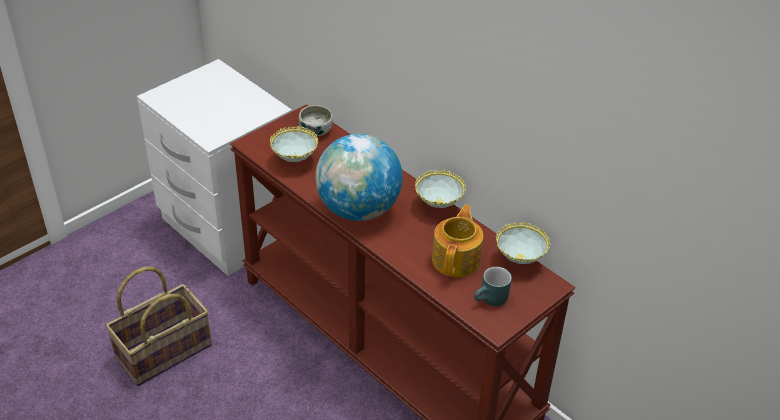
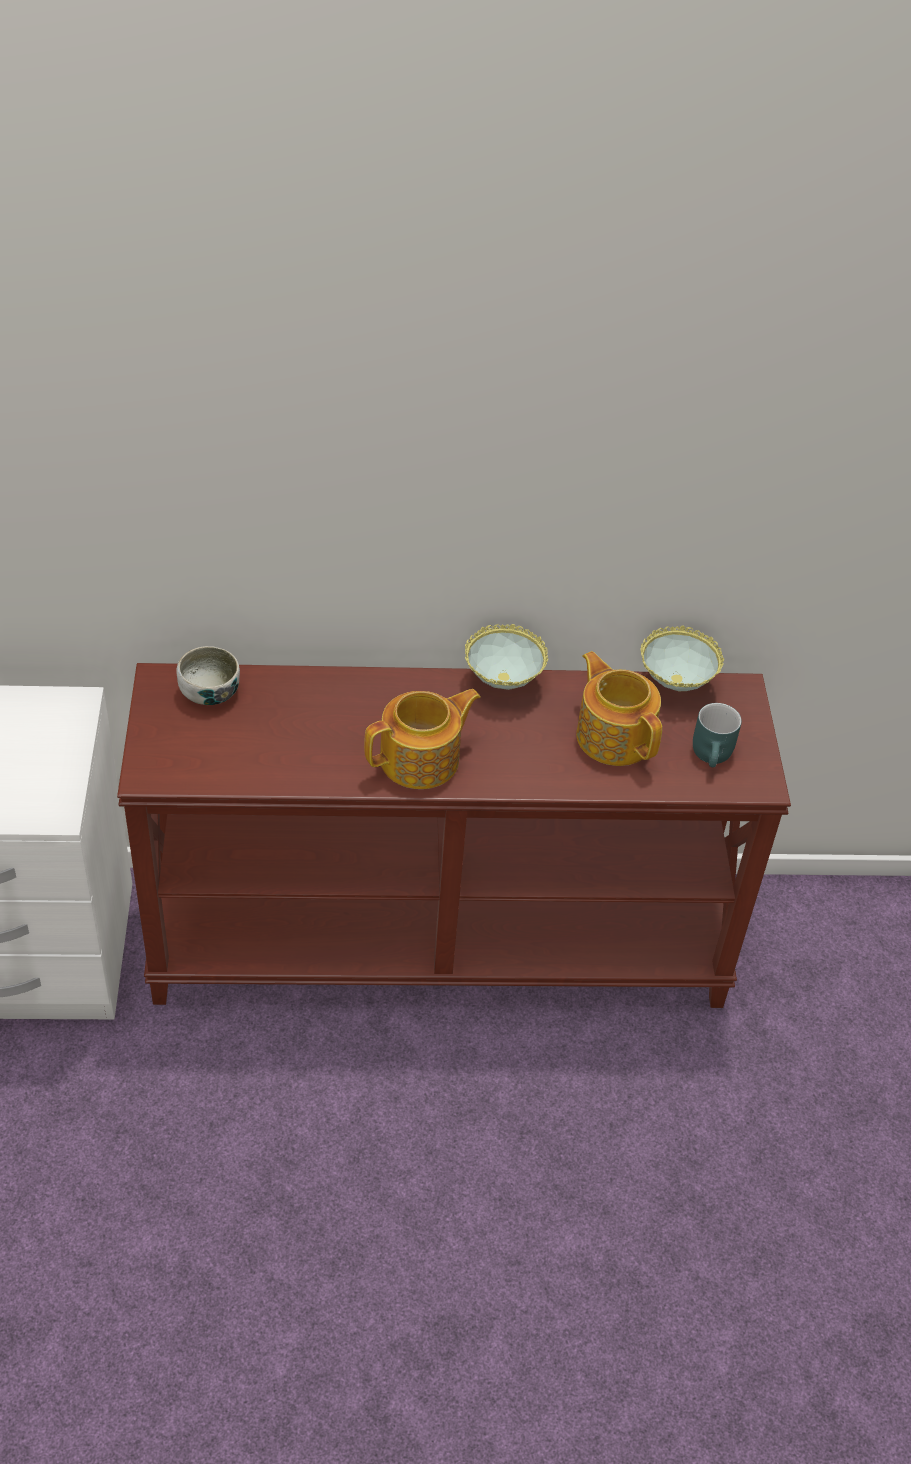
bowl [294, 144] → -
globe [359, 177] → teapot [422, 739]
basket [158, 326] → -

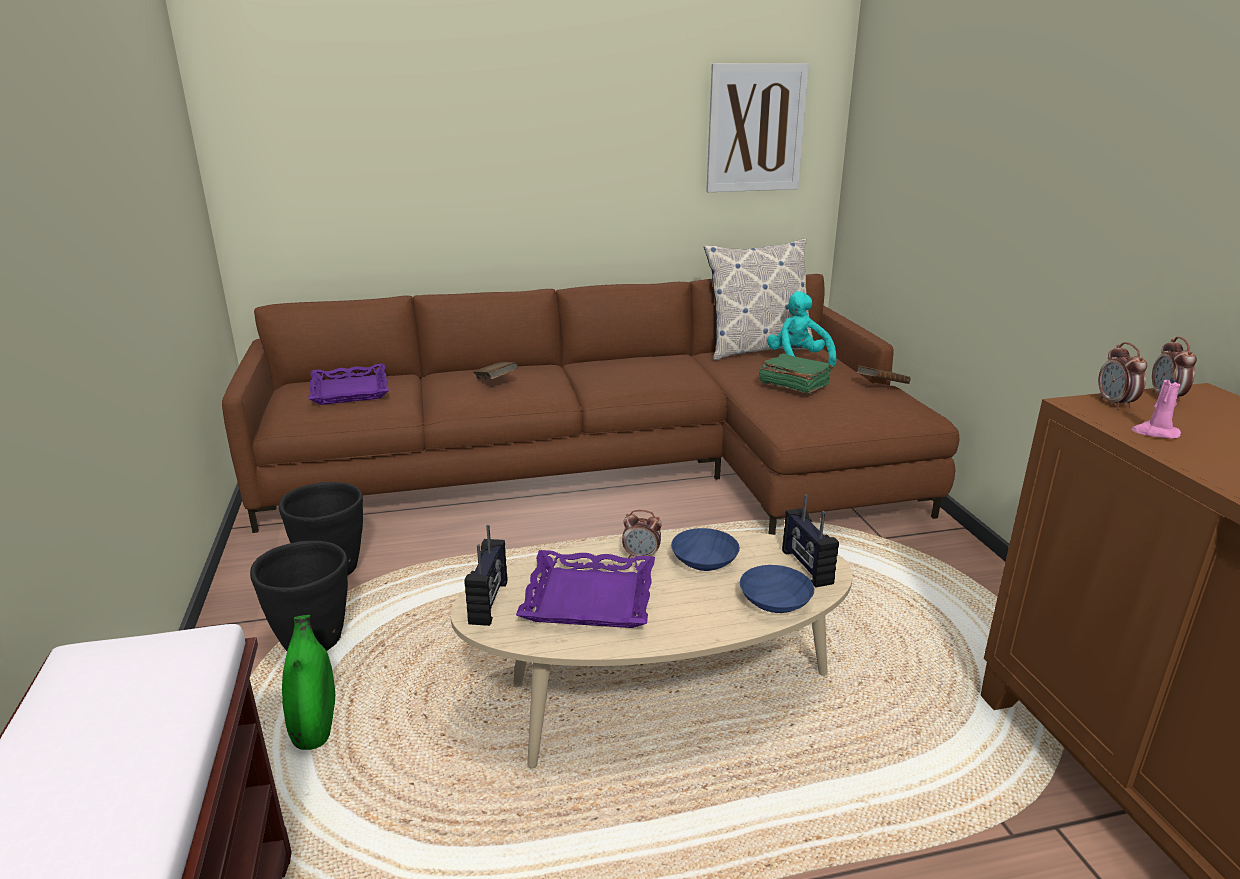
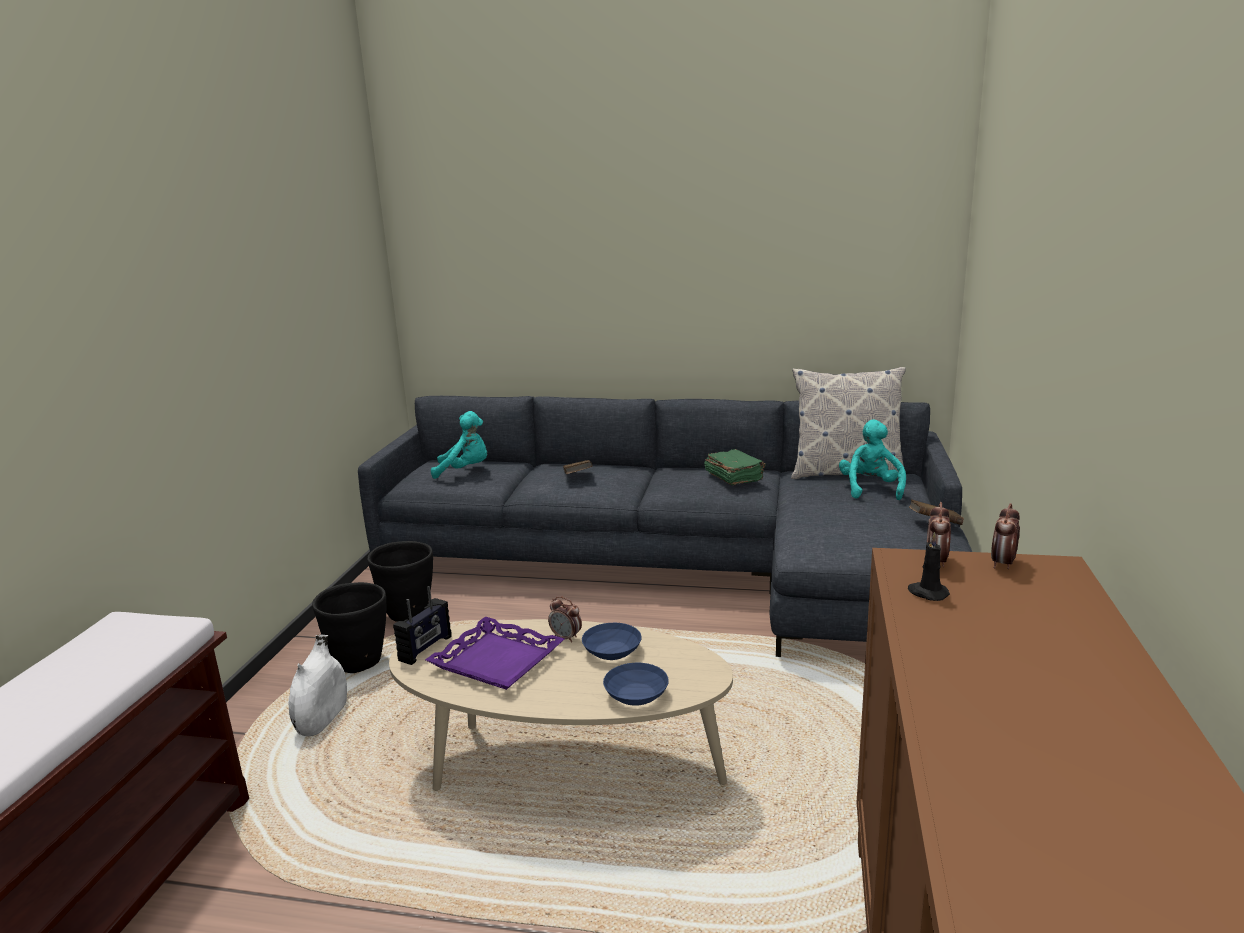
picture [757, 127] → -
brown_sofa [591, 404] → grey_sofa [665, 526]
green_book [796, 373] → green_book [735, 467], move
purple_tray [348, 384] → turquoise_plush_toy [459, 445]
pink_candle [1156, 404] → black_candle [929, 566]
radio [810, 540] → -
green_vase [308, 682] → white_vase [318, 685]

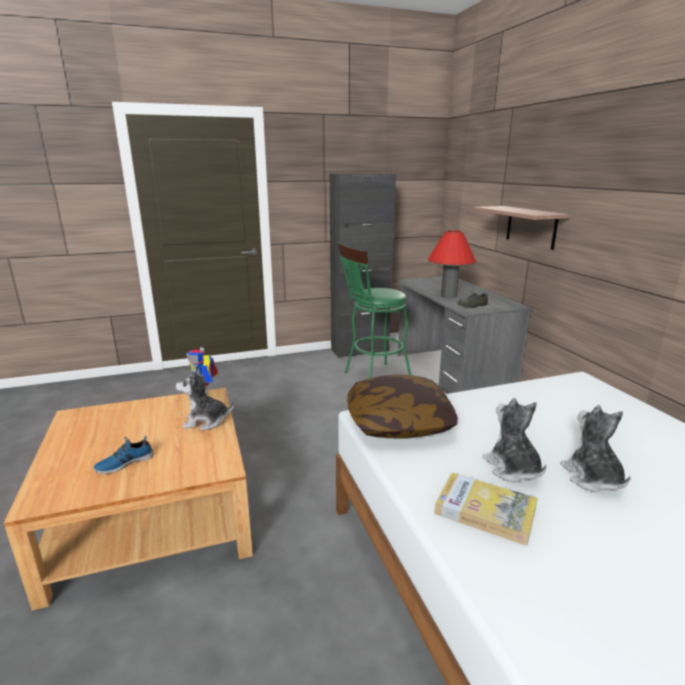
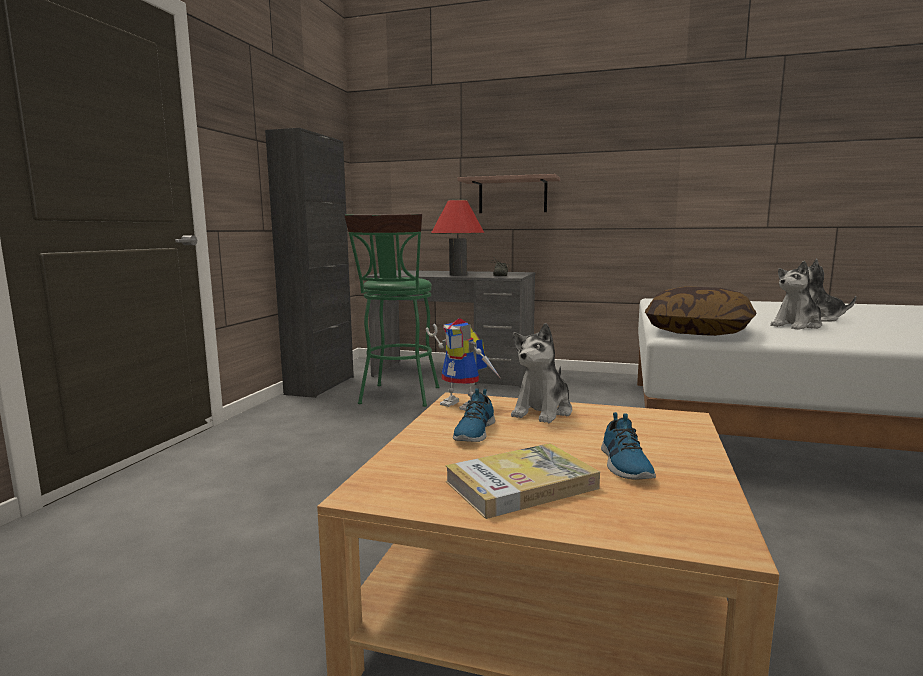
plush_toy [515, 440] → plush_toy [796, 295], 45 degrees counterclockwise
book [486, 509] → book [522, 481], move
- → shoe [474, 415]

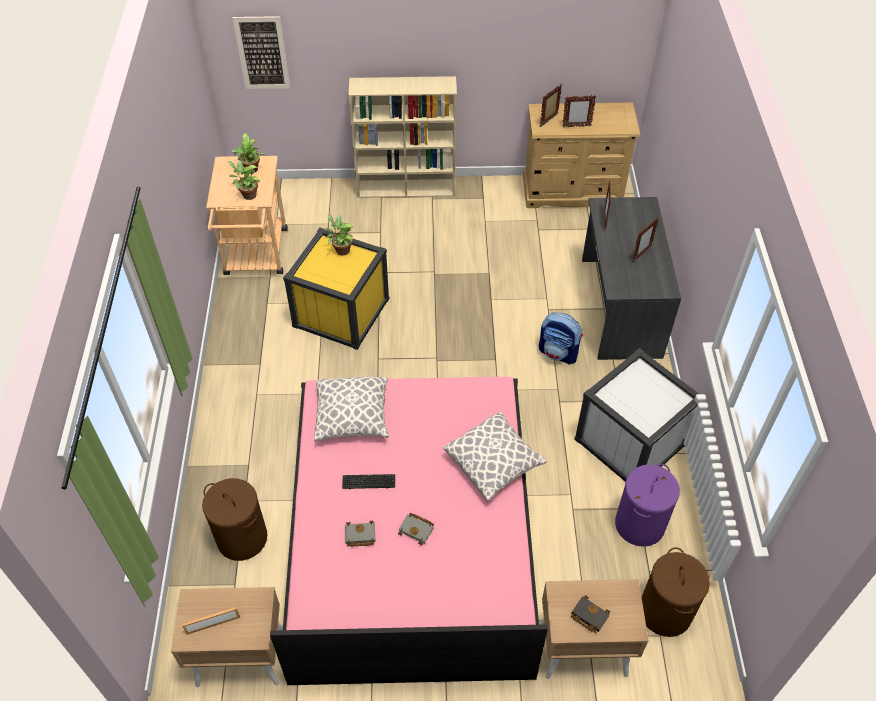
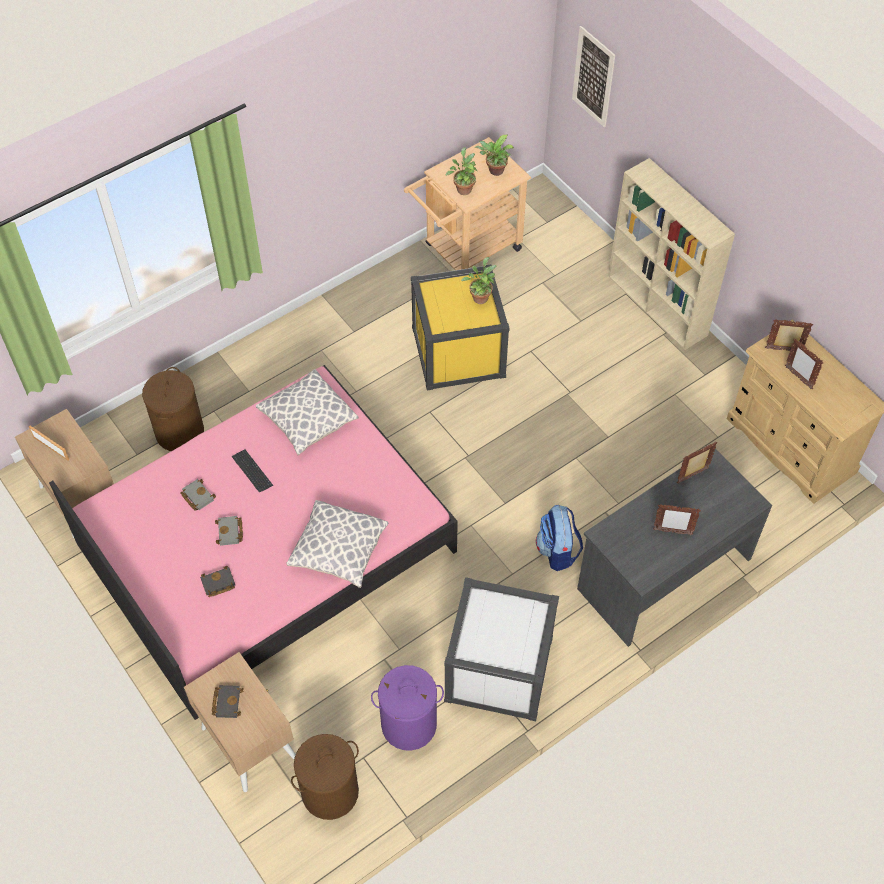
- → black_book [217, 581]

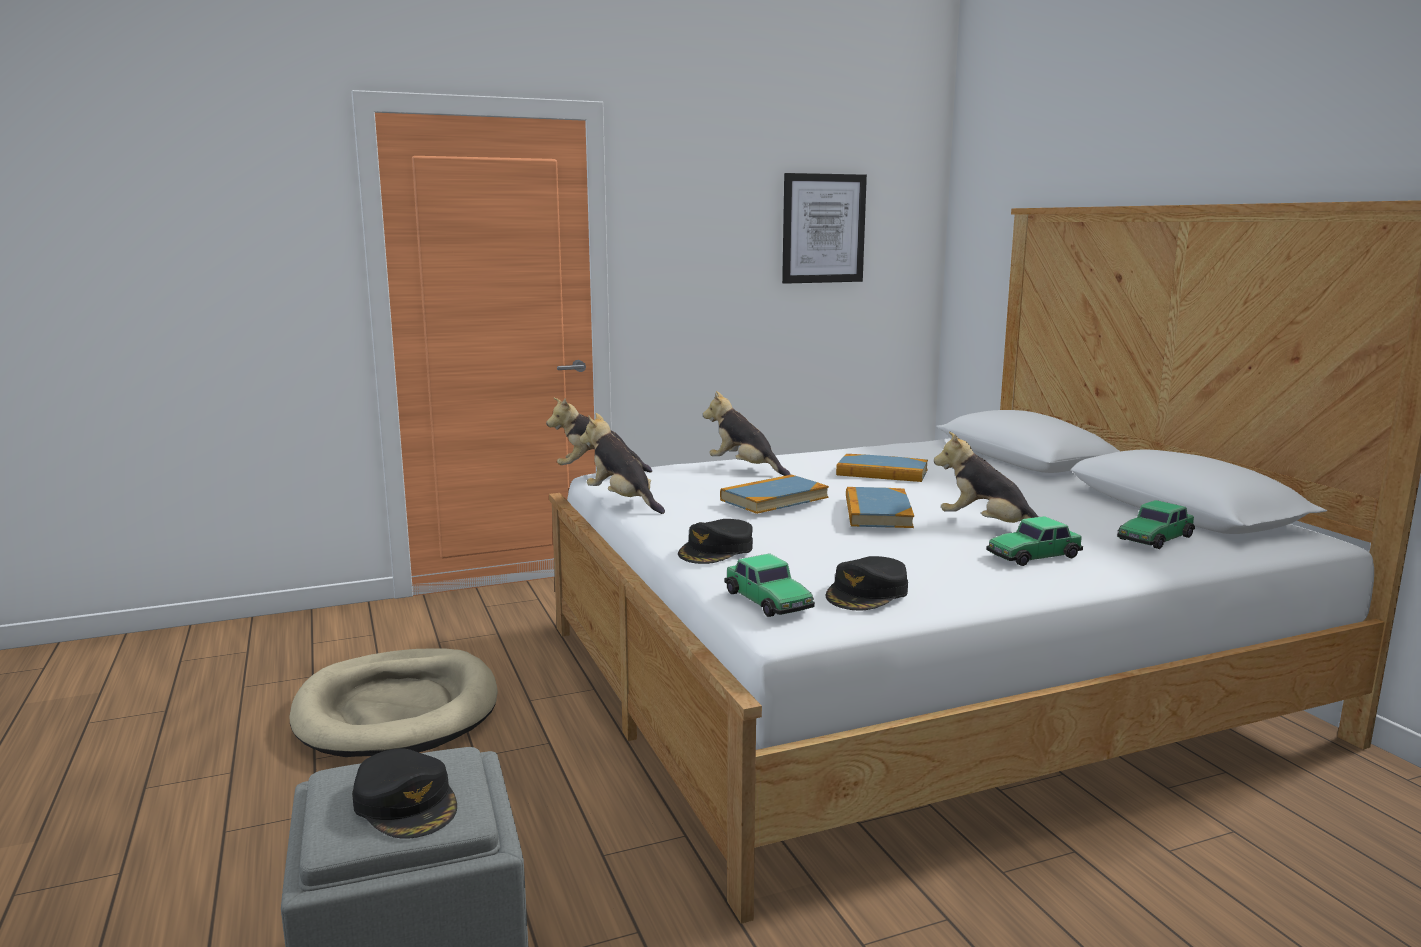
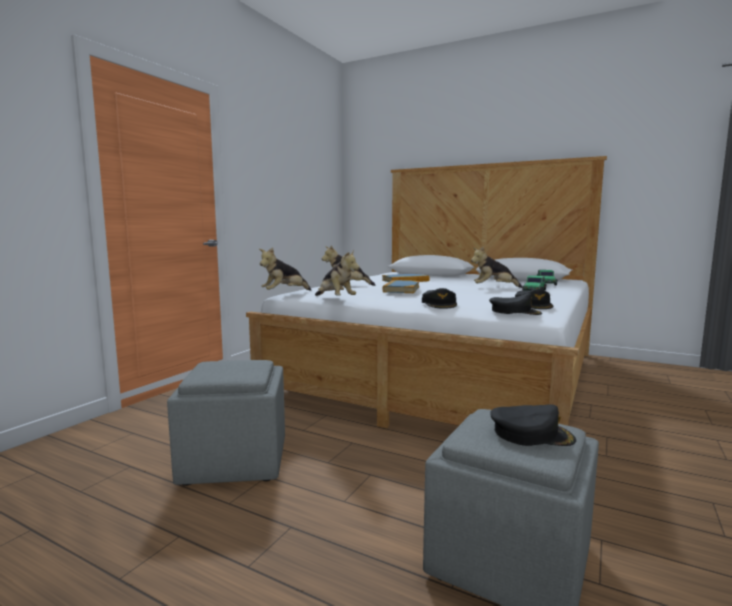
picture [824, 228] → -
plush_toy [622, 463] → plush_toy [337, 273], 135 degrees counterclockwise
book [880, 507] → -
toy_car [769, 585] → black_cap [515, 304]
beige_dog_bed [393, 702] → grey_ottoman [226, 423]

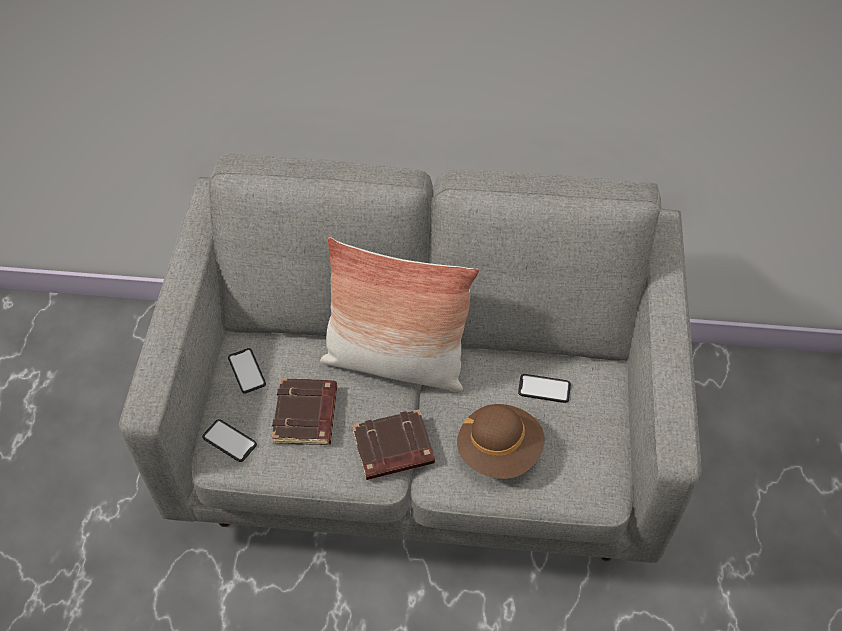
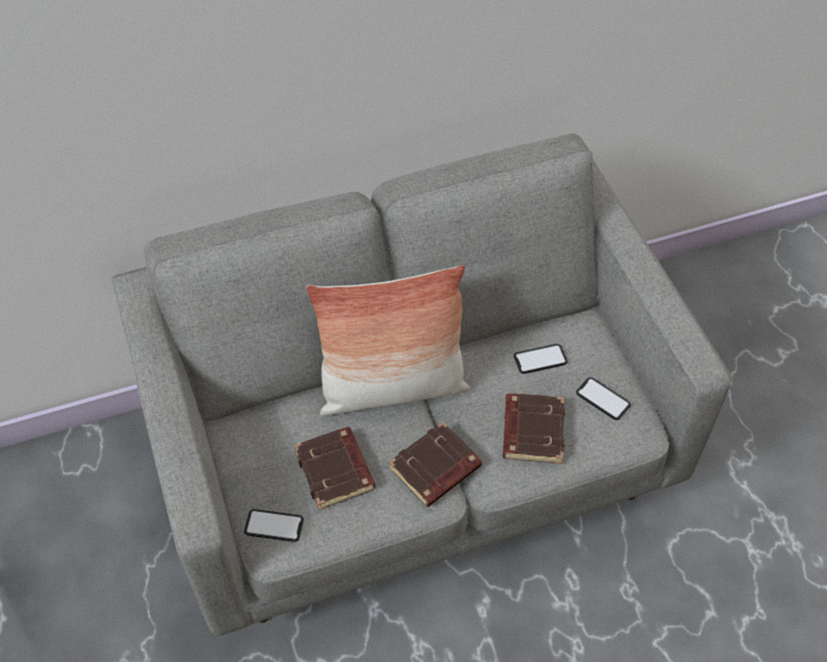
phone [247, 371] → phone [603, 398], move
brown_hat [500, 441] → brown_book [534, 429]

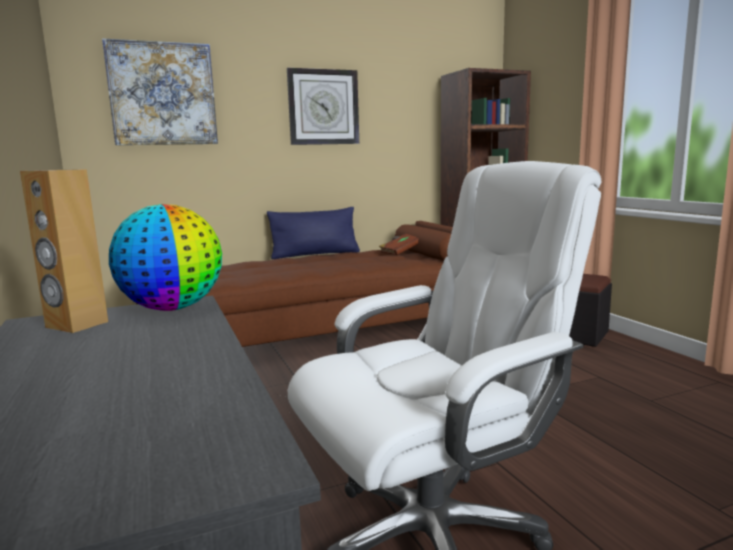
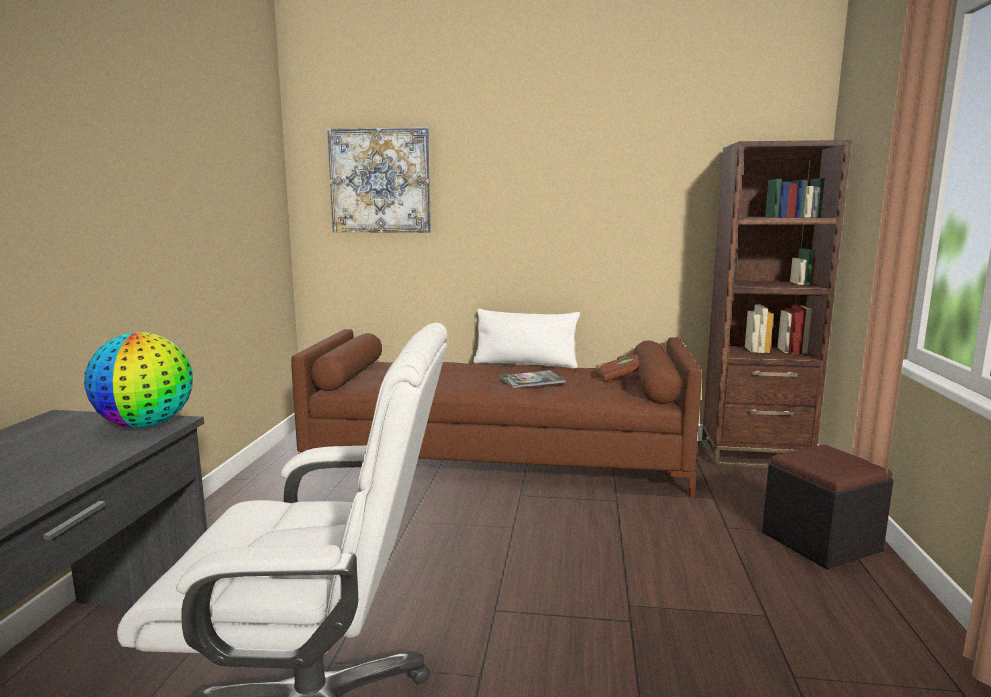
wall_clock [323, 106] → -
brown_speaker [64, 251] → -
blue_pillow [313, 233] → white_pillow [526, 339]
- → book [532, 379]

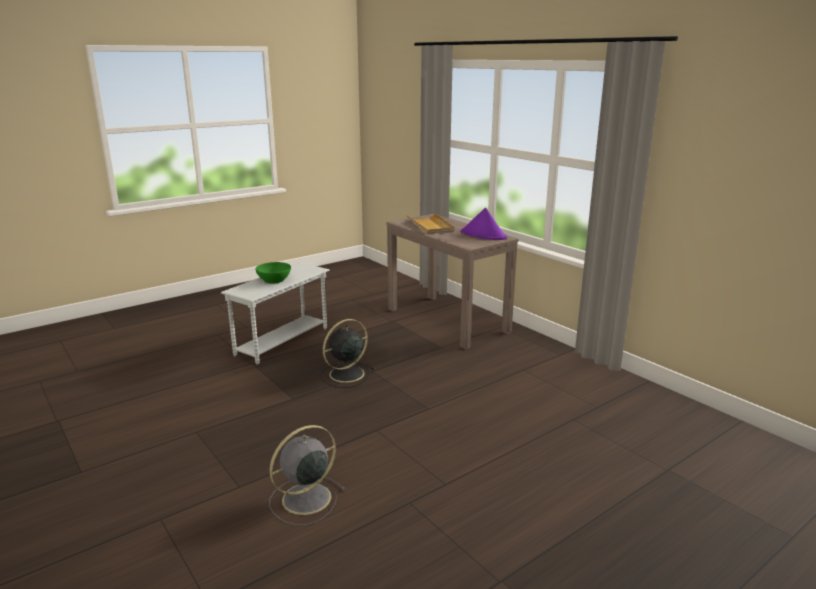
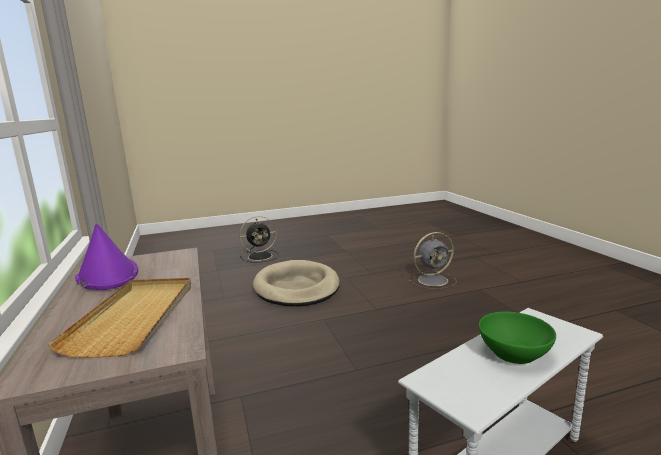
black_fan [347, 353] → black_fan [259, 239], move
- → beige_dog_bed [296, 283]

